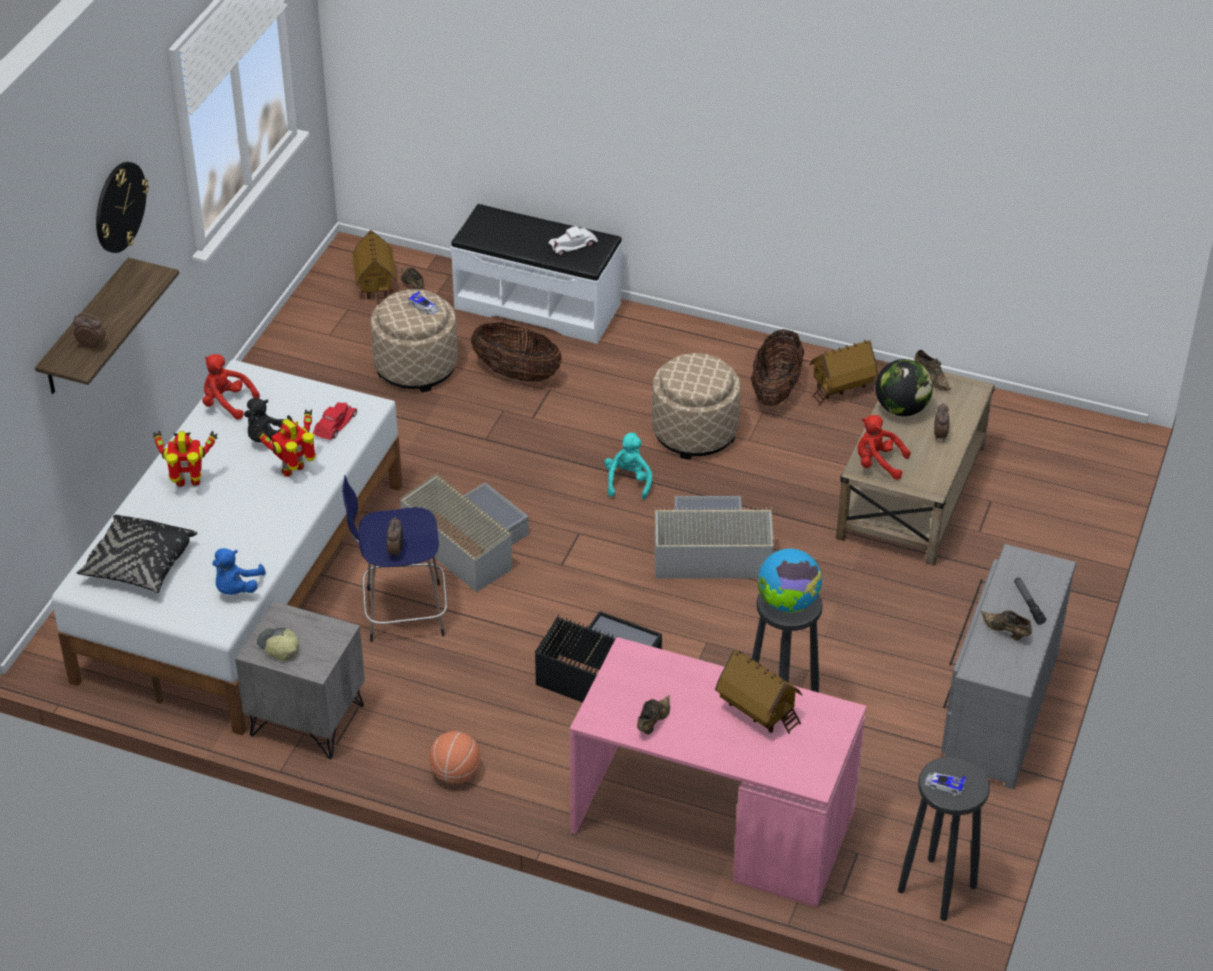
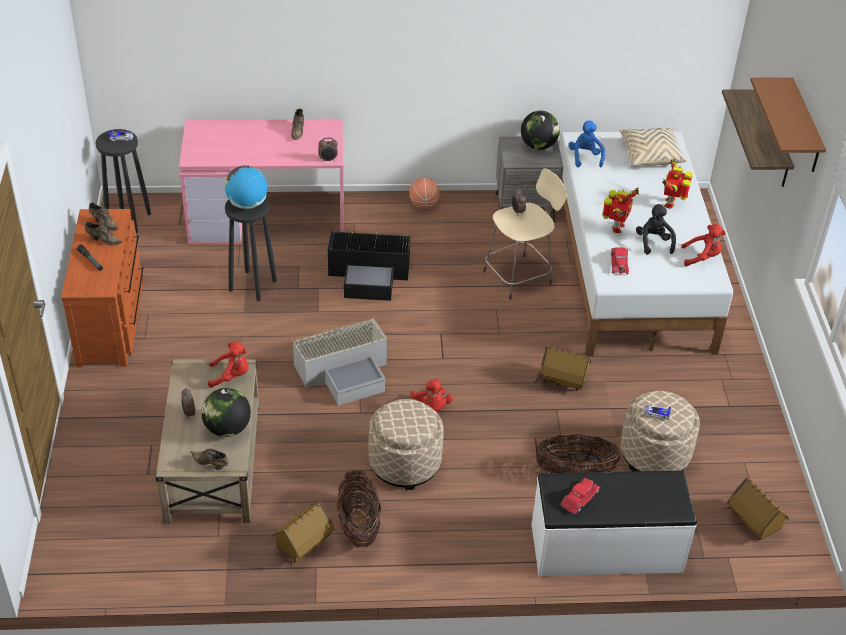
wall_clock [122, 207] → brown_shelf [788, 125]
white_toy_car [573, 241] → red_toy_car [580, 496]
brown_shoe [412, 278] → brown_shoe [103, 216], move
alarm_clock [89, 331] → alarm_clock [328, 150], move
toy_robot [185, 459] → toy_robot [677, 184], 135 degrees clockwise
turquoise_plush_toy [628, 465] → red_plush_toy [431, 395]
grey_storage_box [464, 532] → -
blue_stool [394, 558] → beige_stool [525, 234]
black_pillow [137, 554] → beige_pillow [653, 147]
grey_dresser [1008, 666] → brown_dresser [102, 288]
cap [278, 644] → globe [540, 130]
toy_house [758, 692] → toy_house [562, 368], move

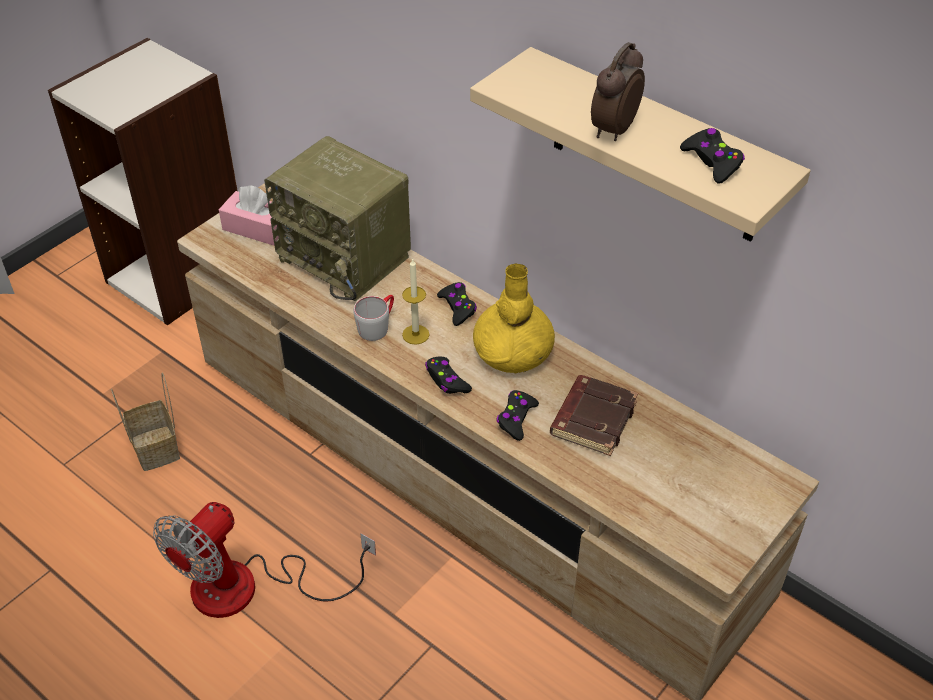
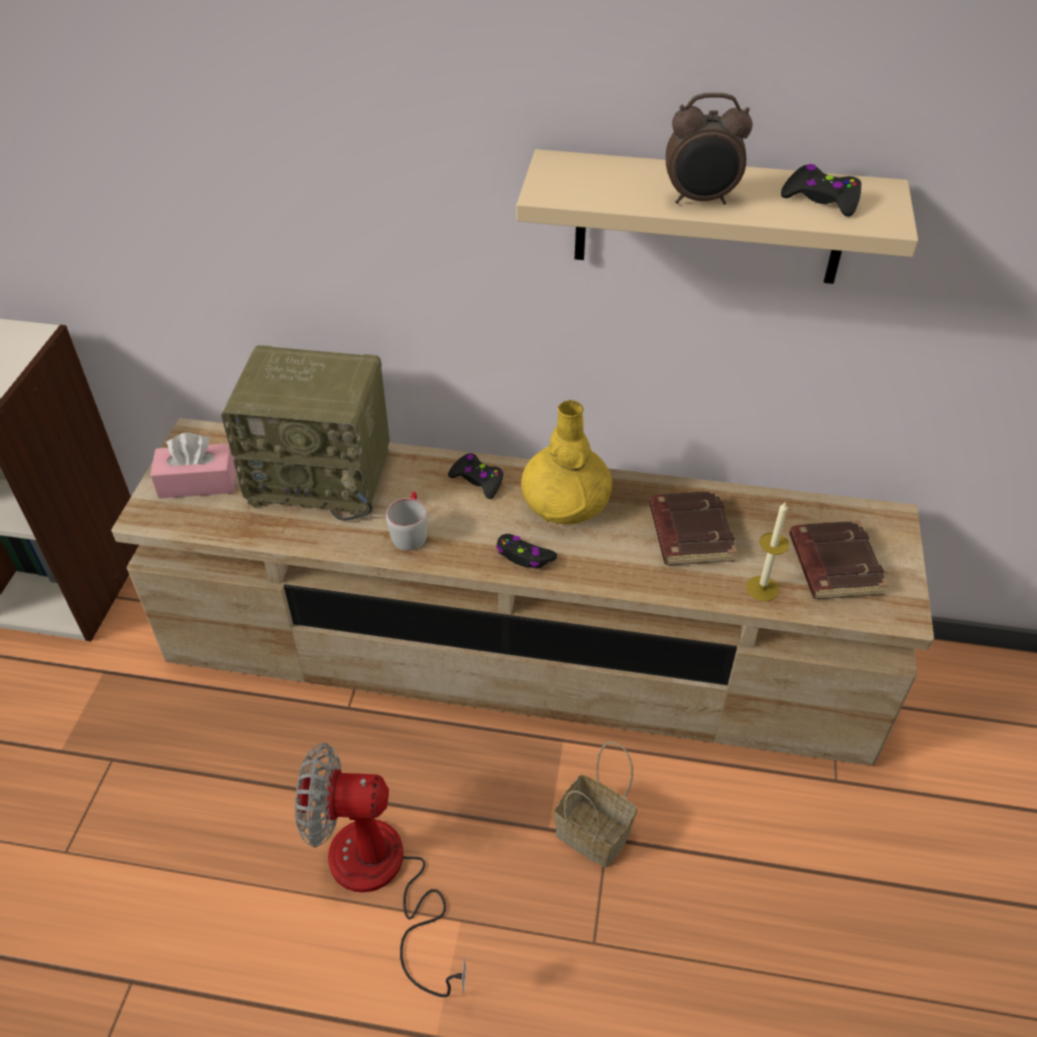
alarm_clock [618, 91] → alarm_clock [709, 149], 90 degrees counterclockwise
candle [416, 301] → candle [767, 551], move
basket [145, 422] → basket [595, 804], move
black_game_controller [518, 415] → -
fan [264, 560] → fan [380, 870], 90 degrees clockwise
- → brown_book [838, 560]

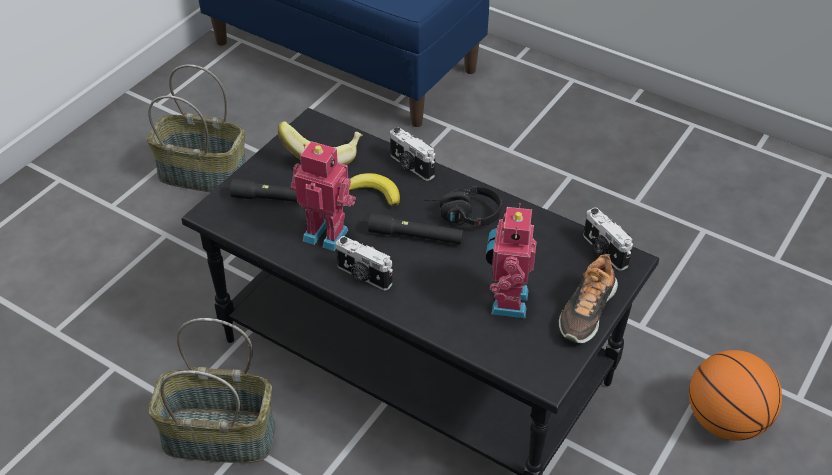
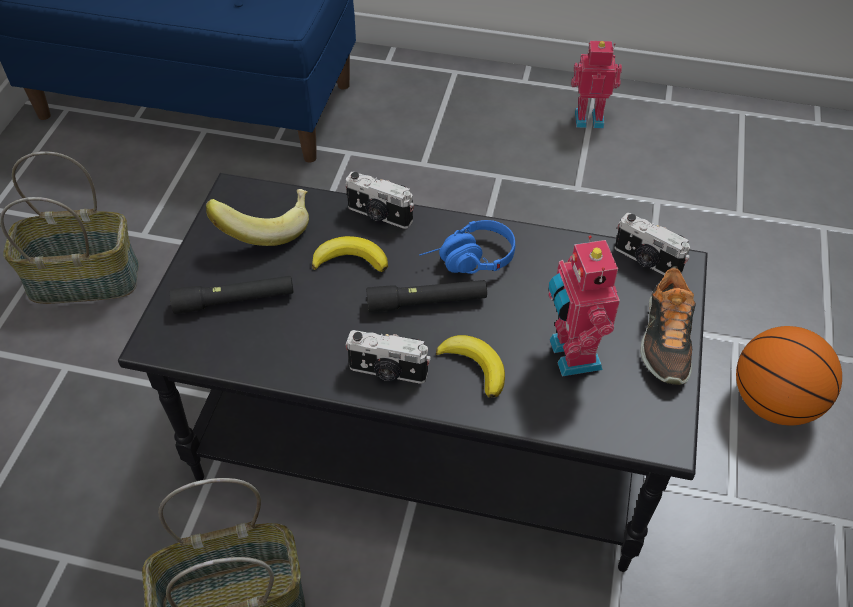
toy_robot [323, 196] → toy_robot [596, 84], move
black_headphones [463, 206] → blue_headphones [467, 247]
- → banana [470, 366]

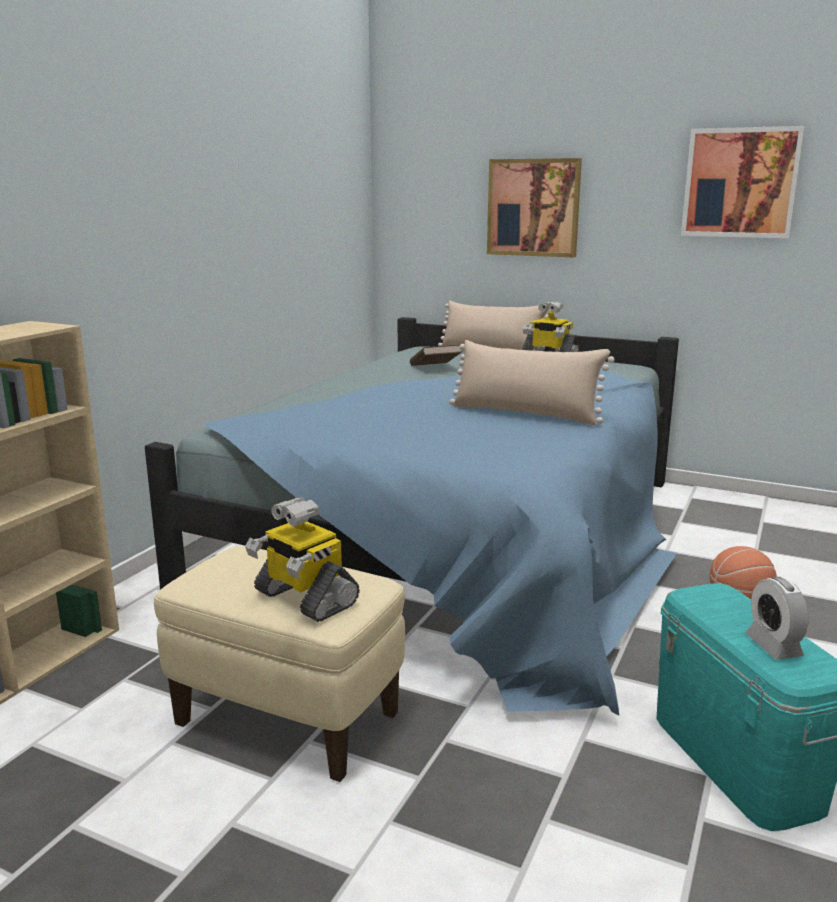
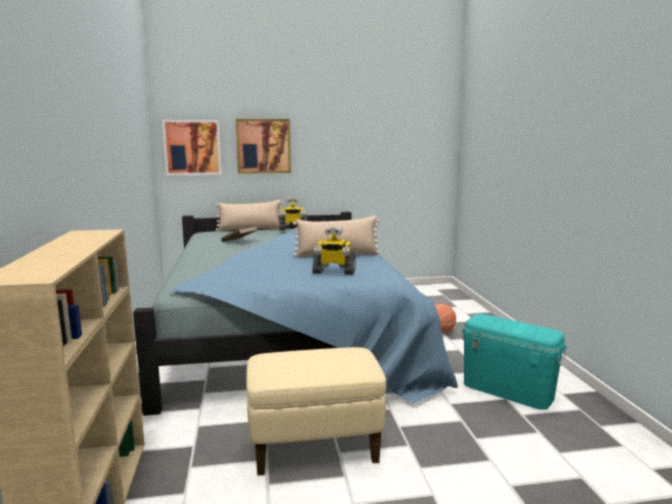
picture [743, 182] → picture [192, 147], move
toy_robot [302, 559] → toy_robot [334, 250], move
alarm_clock [777, 618] → -

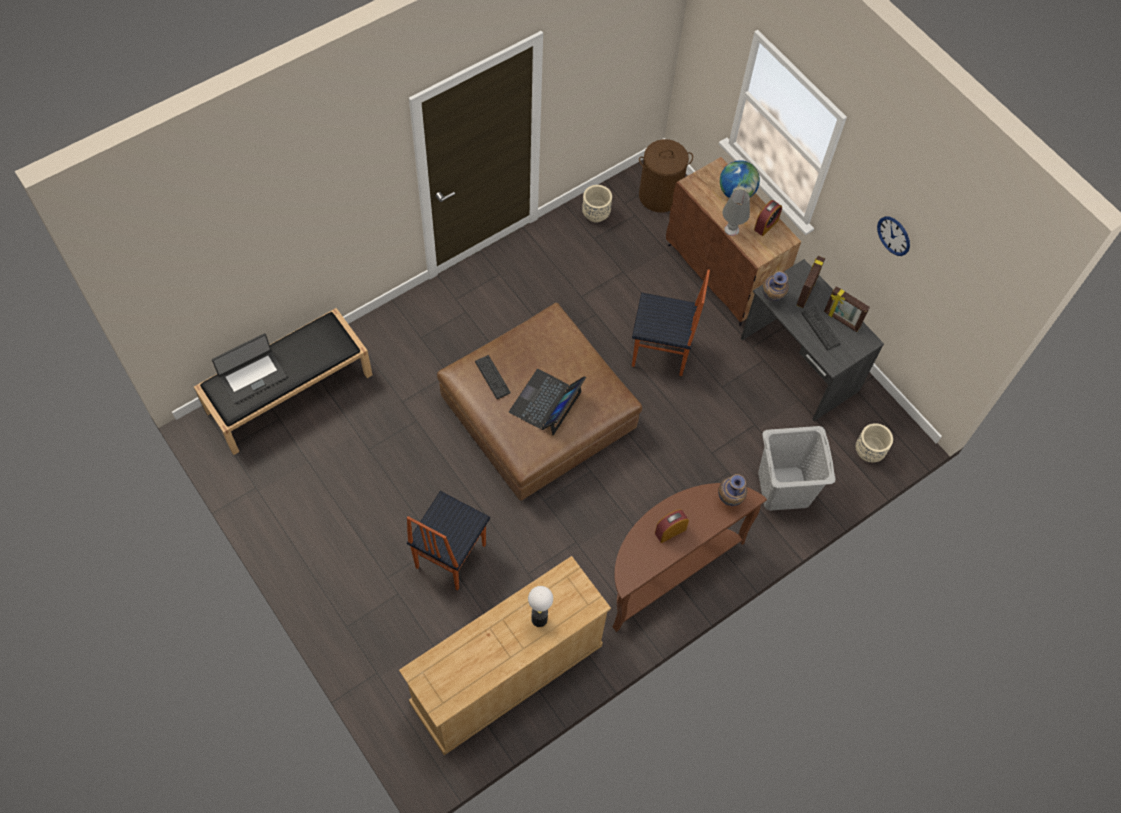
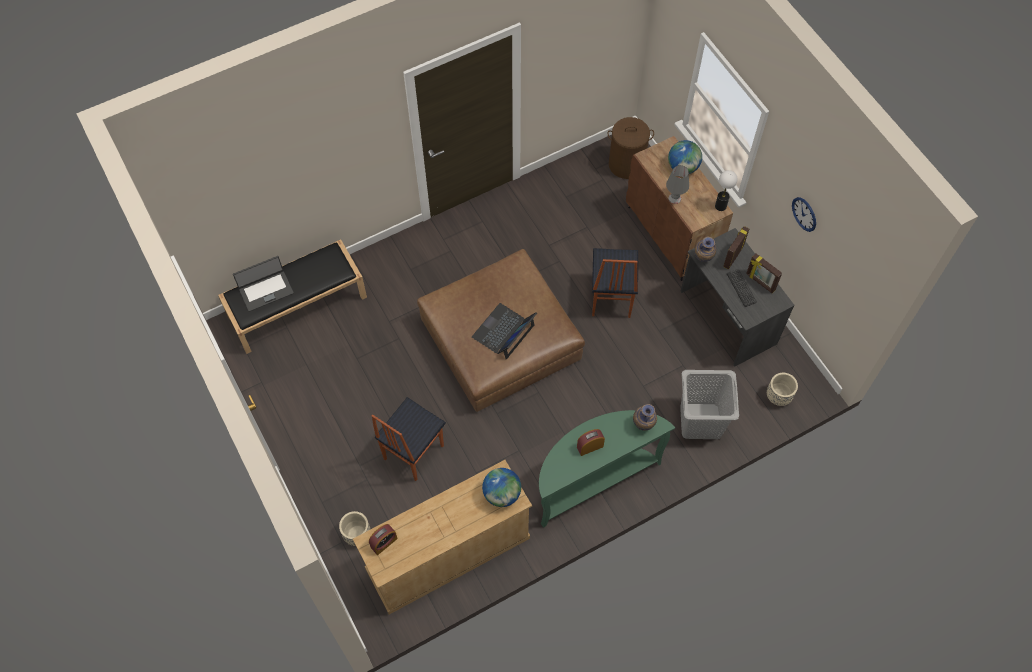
beige_planter [597, 203] → beige_planter [354, 528], move
alarm_clock [768, 218] → alarm_clock [383, 539], move
chair [671, 323] → chair [615, 283], 75 degrees clockwise
keyboard [492, 377] → -
brown_console_table [690, 557] → green_console_table [607, 469]
table_lamp [540, 606] → table_lamp [726, 190], move
- → globe [501, 487]

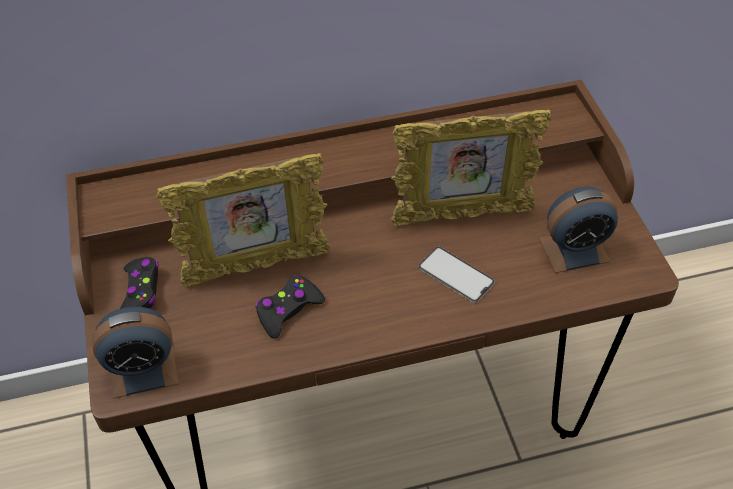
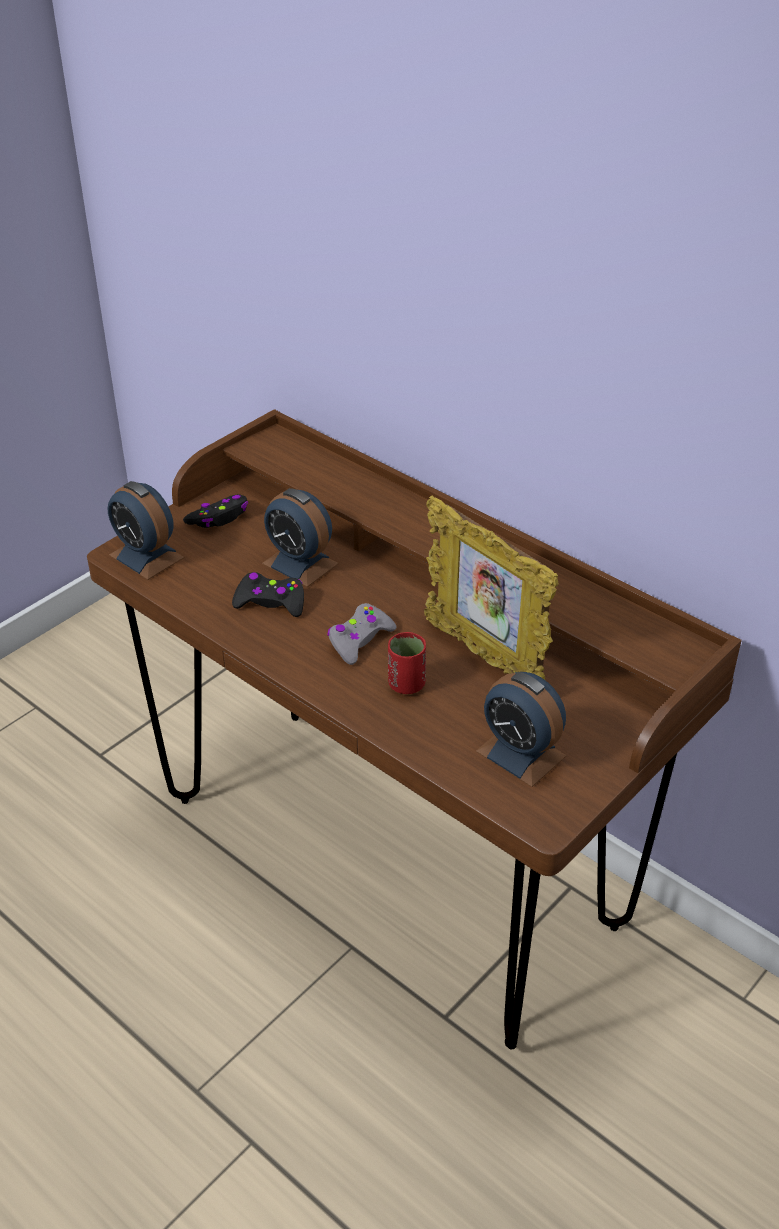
picture_frame [243, 219] → alarm_clock [300, 537]
phone [457, 275] → red_cup [407, 663]
- → grey_game_controller [361, 634]

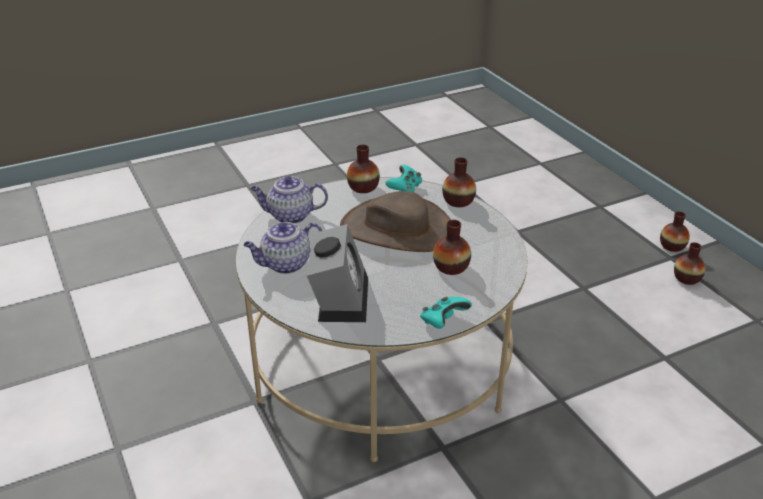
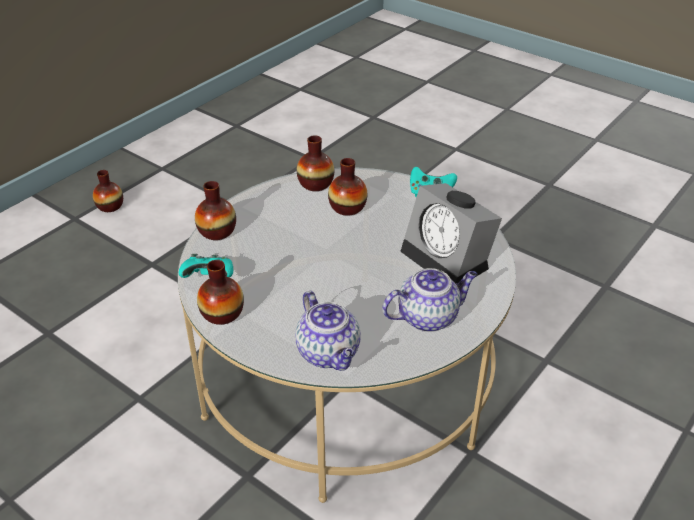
brown_hat [395, 221] → -
vase [675, 231] → vase [315, 163], move
teapot [283, 248] → teapot [429, 300], 60 degrees counterclockwise
alarm_clock [337, 273] → alarm_clock [451, 233], 105 degrees counterclockwise

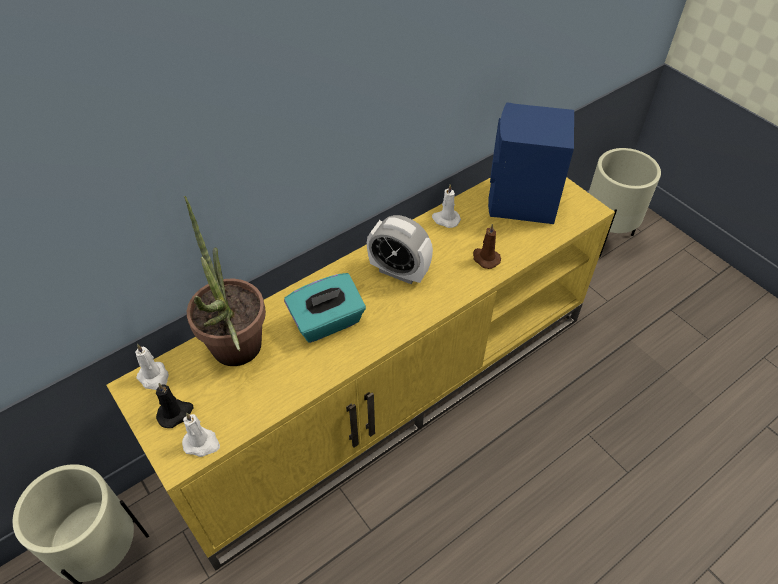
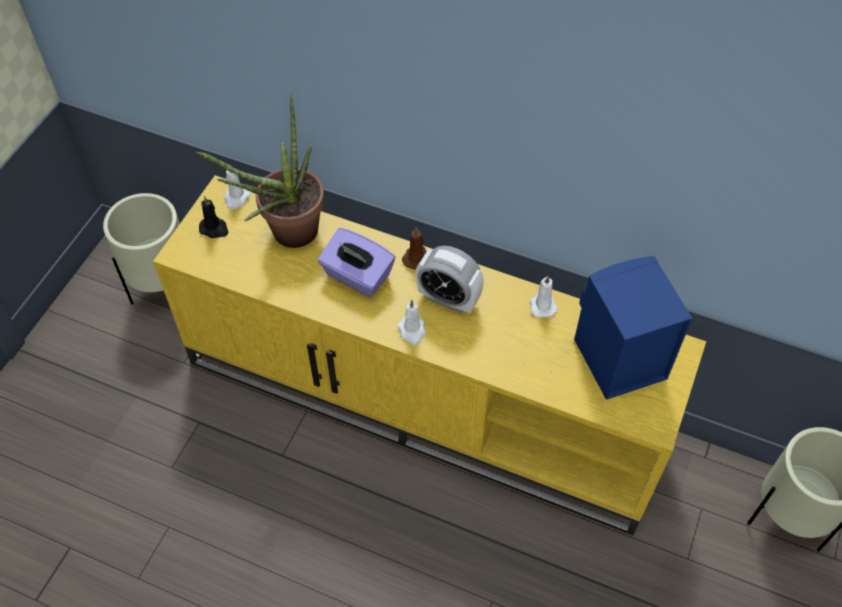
alarm_clock [400, 249] → alarm_clock [449, 280], 60 degrees counterclockwise
brown_candle [487, 246] → brown_candle [414, 248], move
turquoise_tissue_box [325, 308] → purple_tissue_box [356, 262]
white_candle [201, 435] → white_candle [411, 322], move

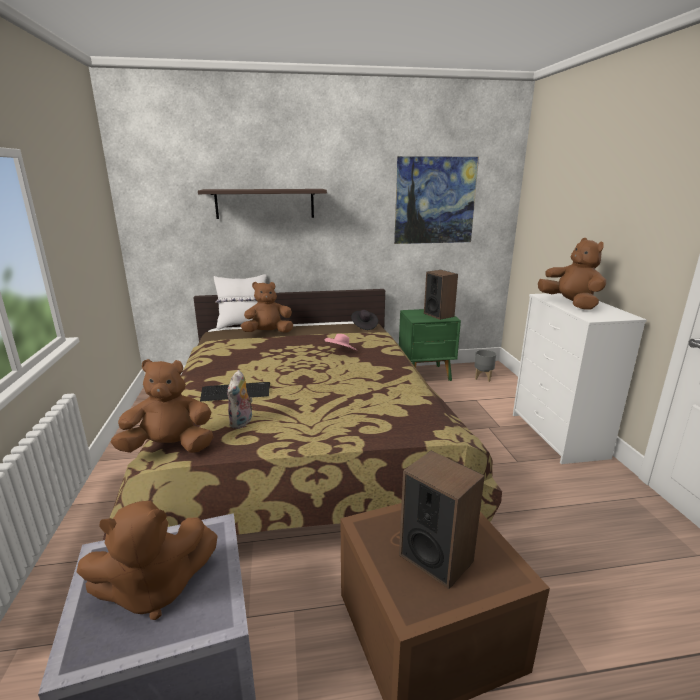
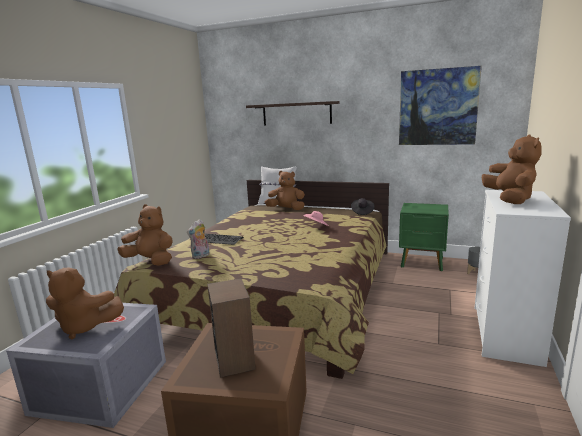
speaker [441, 295] → -

